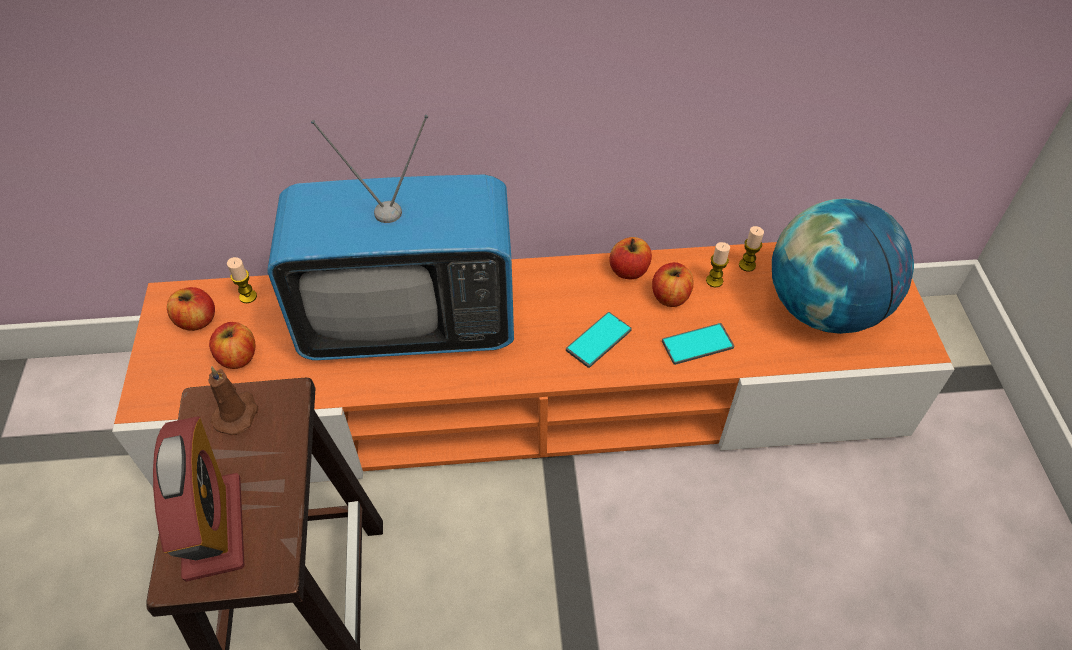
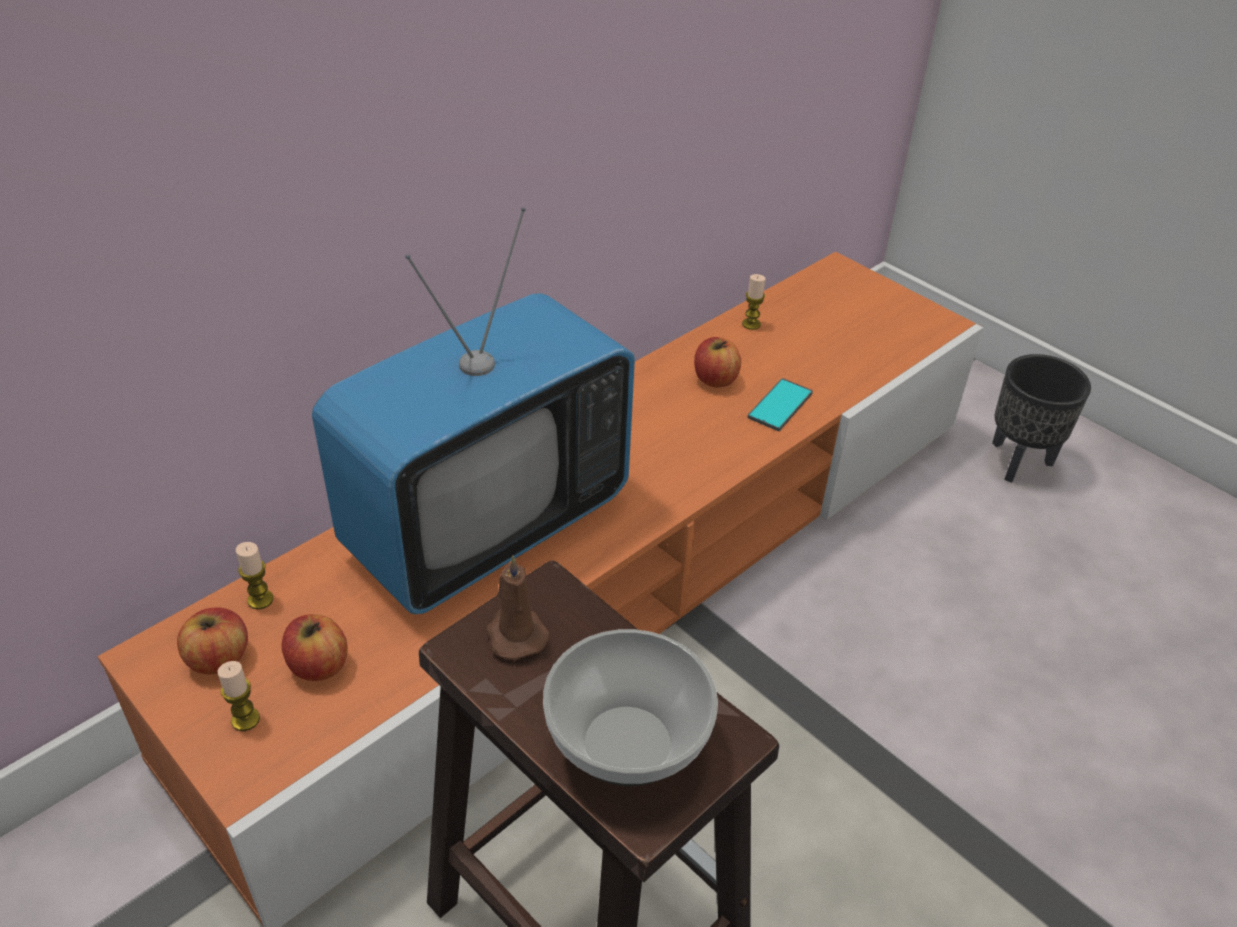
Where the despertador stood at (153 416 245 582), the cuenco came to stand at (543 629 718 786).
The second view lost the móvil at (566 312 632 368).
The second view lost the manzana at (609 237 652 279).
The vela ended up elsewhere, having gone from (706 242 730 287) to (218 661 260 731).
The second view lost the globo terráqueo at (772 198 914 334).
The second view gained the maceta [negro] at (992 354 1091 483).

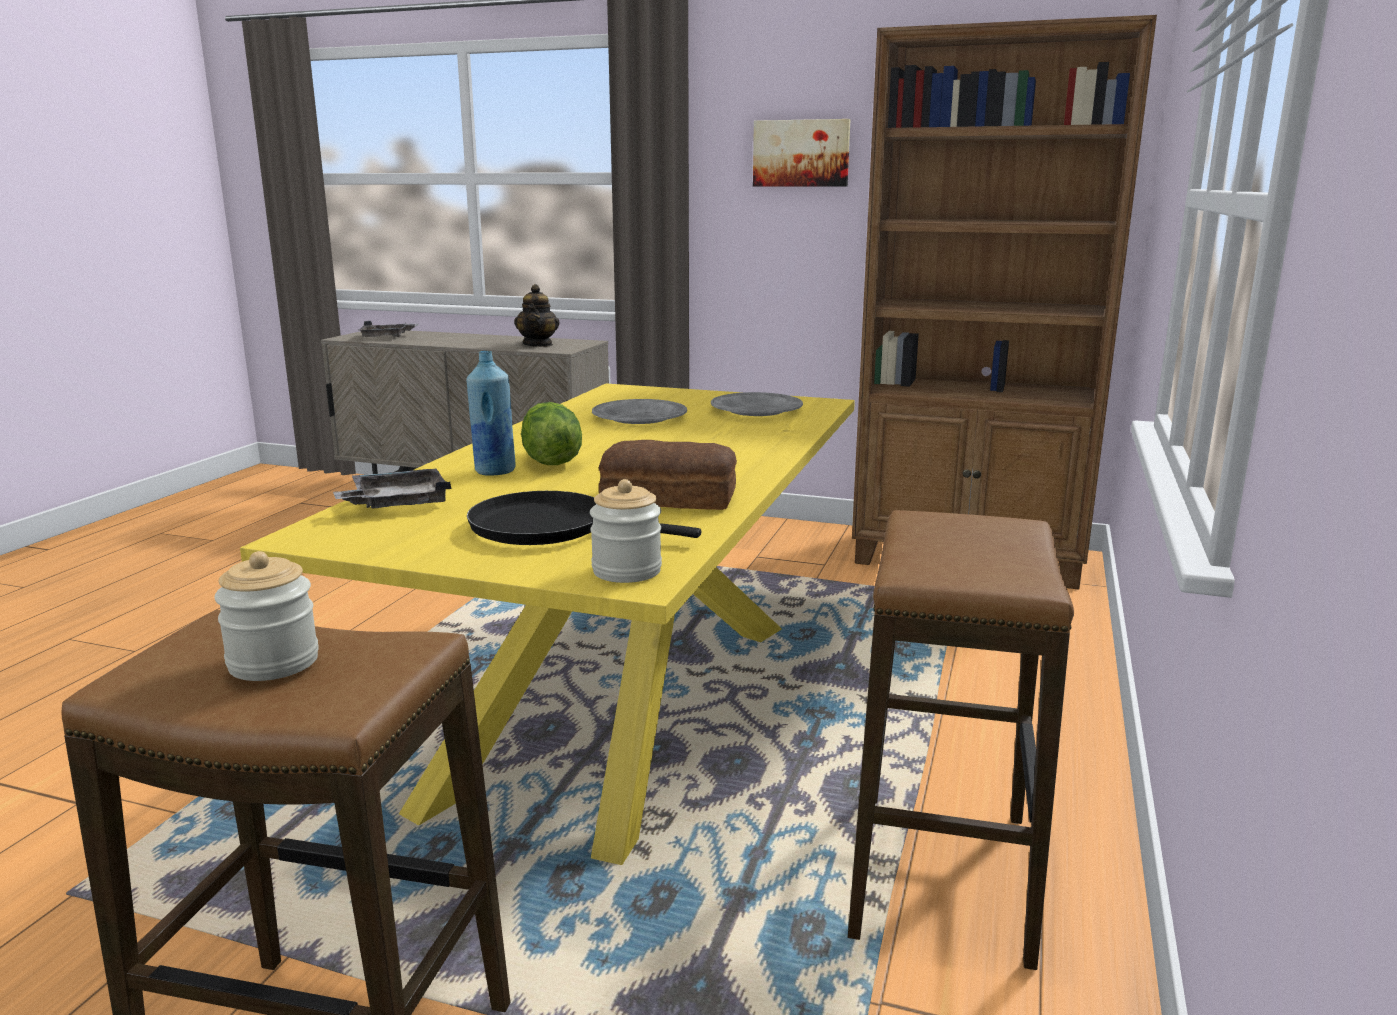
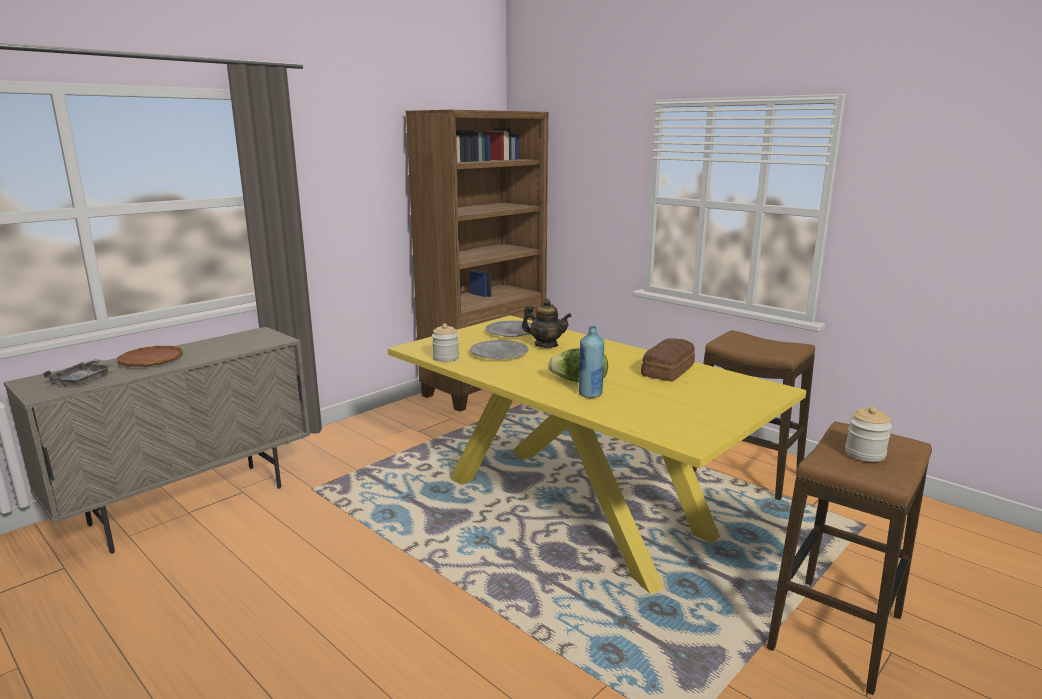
The second view lost the bandeja [gris] at (333 469 451 508).
The second view lost the sartén [negro] at (467 491 701 545).
The tetera ended up elsewhere, having gone from (514 284 559 347) to (522 299 571 348).
The tarro ended up elsewhere, having gone from (590 479 662 583) to (432 324 459 362).
The second view lost the cuadro at (753 119 851 187).
The second view gained the plato [marrón] at (117 346 183 367).

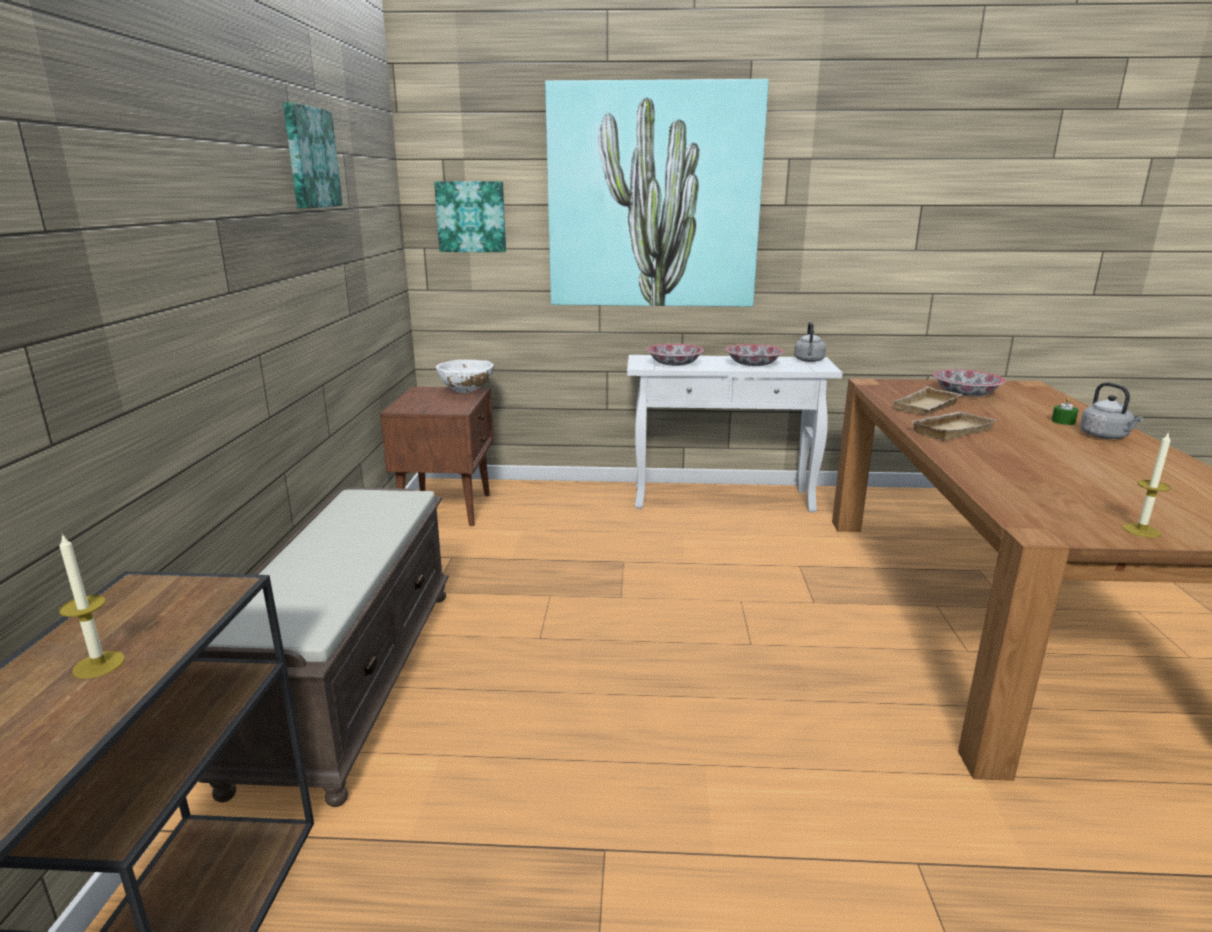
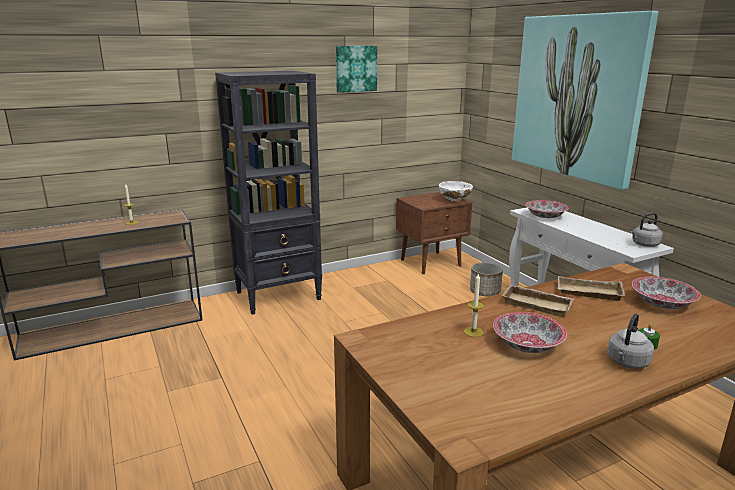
Where the banco [marrón] stood at (196 487 449 807), the estantería [negro] came to stand at (215 71 322 315).
The second view lost the cuadro at (434 181 506 252).
The cuenco ended up elsewhere, having gone from (725 344 784 366) to (493 312 567 353).
The vela ended up elsewhere, having gone from (1123 432 1171 538) to (464 274 485 337).
The second view gained the maceta at (470 262 503 296).

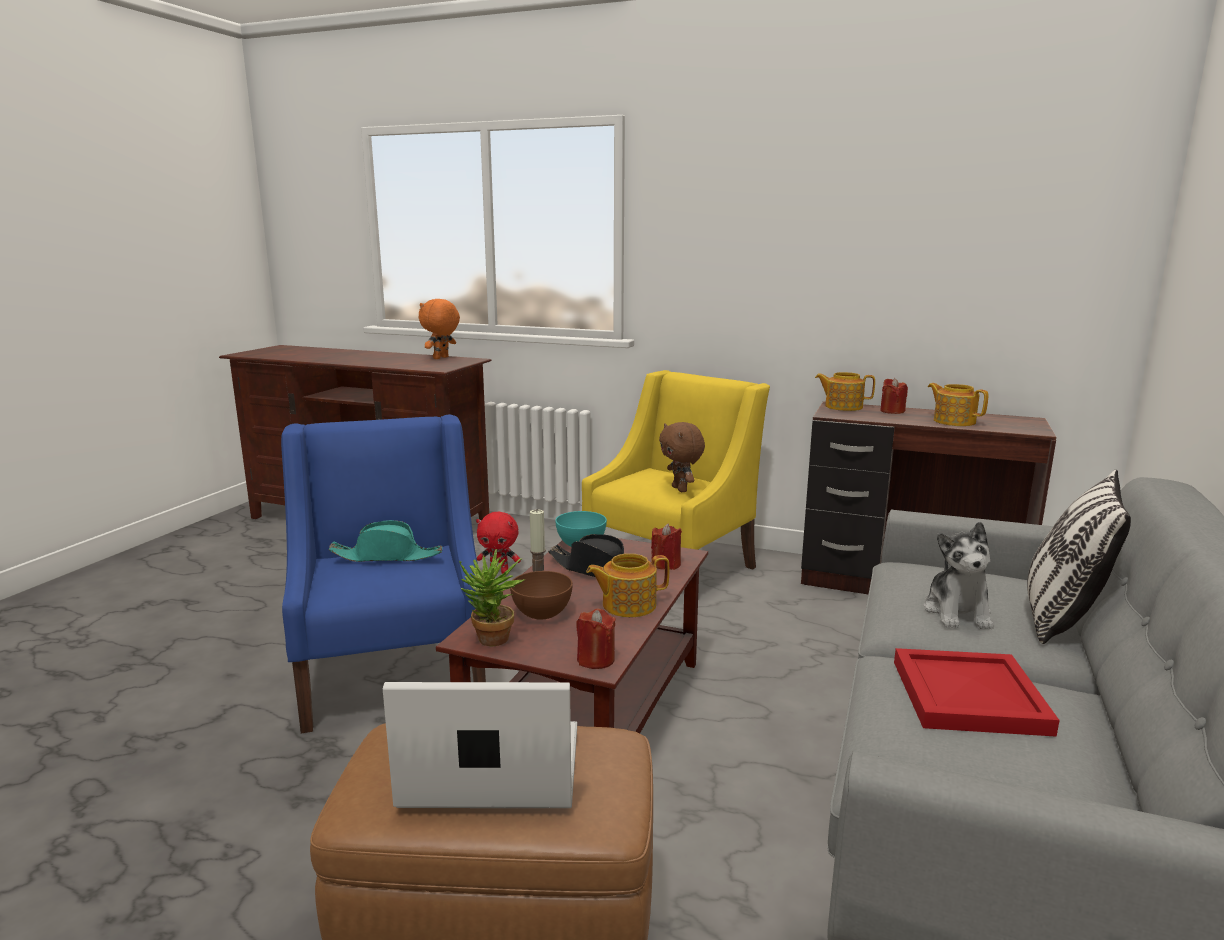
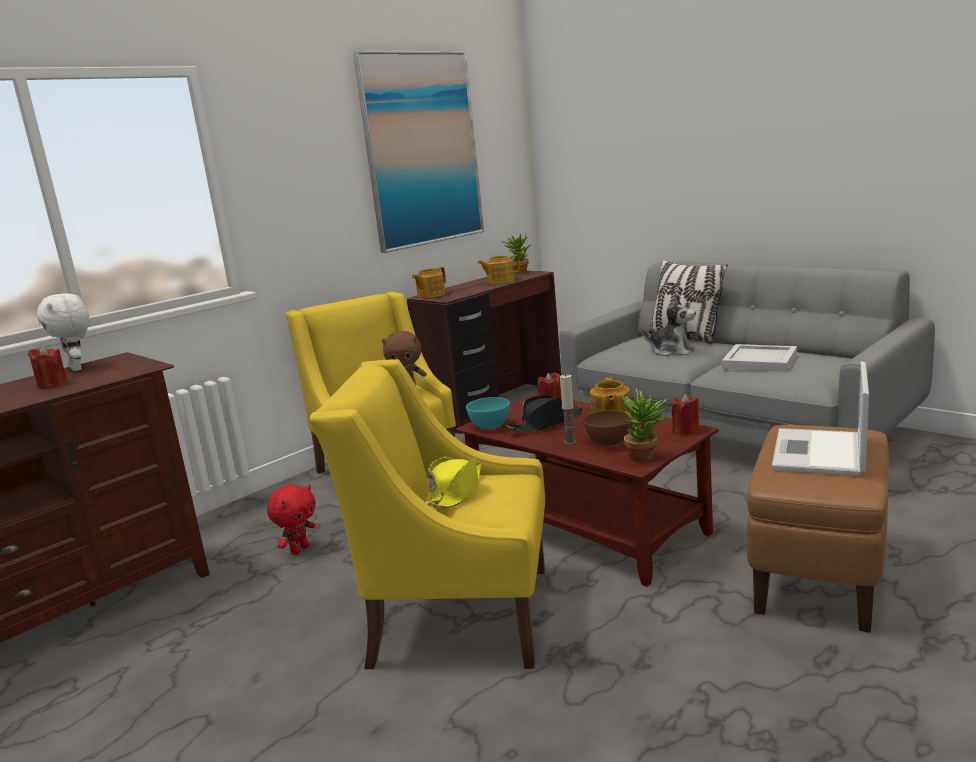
What was the sillón [azul] at (281 414 486 733) turned into the sillón [amarillo] at (309 359 545 669).
What was the sombrero [turquesa] at (328 520 442 562) turned into the sombrero [amarillo] at (426 456 481 508).
What was the peluche [naranja] at (418 299 460 359) turned into the peluche [blanco] at (36 293 89 371).
The vela [rojo] ended up elsewhere, having gone from (880 378 908 414) to (28 346 68 389).
What was the bandeja [rojo] at (894 648 1060 737) turned into the bandeja [blanco] at (722 344 797 372).
The second view gained the cuadro at (353 50 484 253).
The second view gained the planta en maceta at (501 234 531 274).

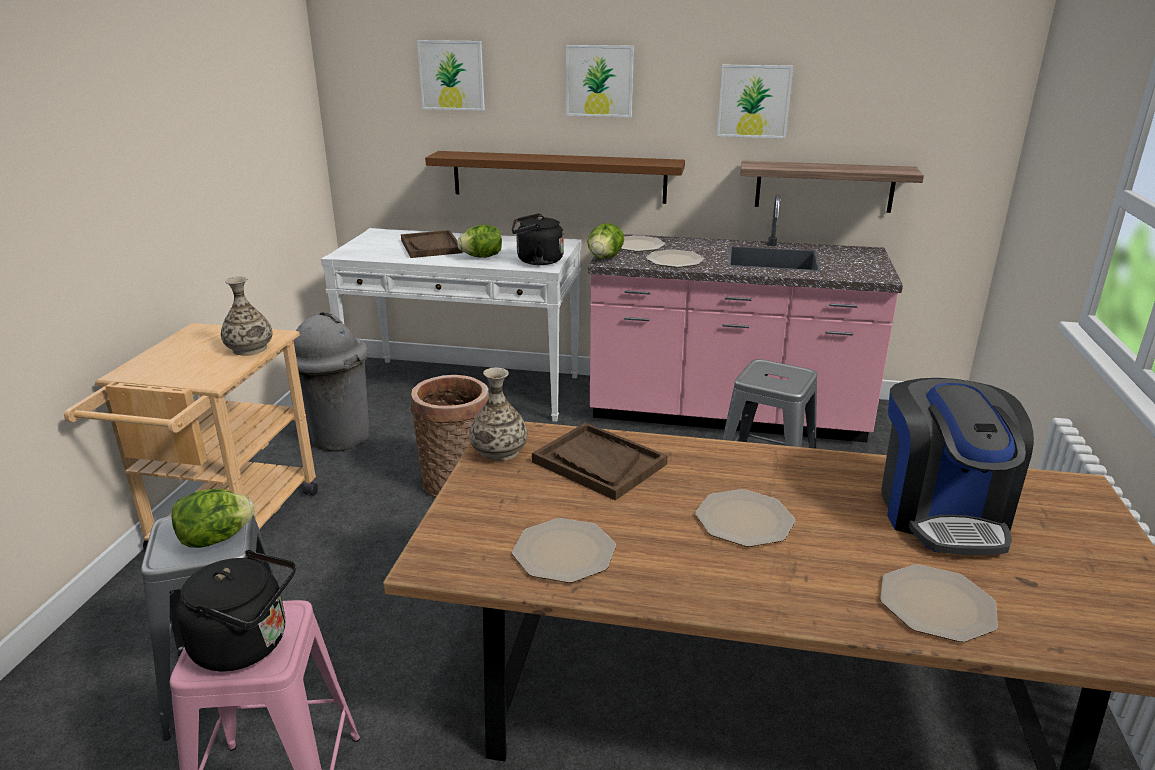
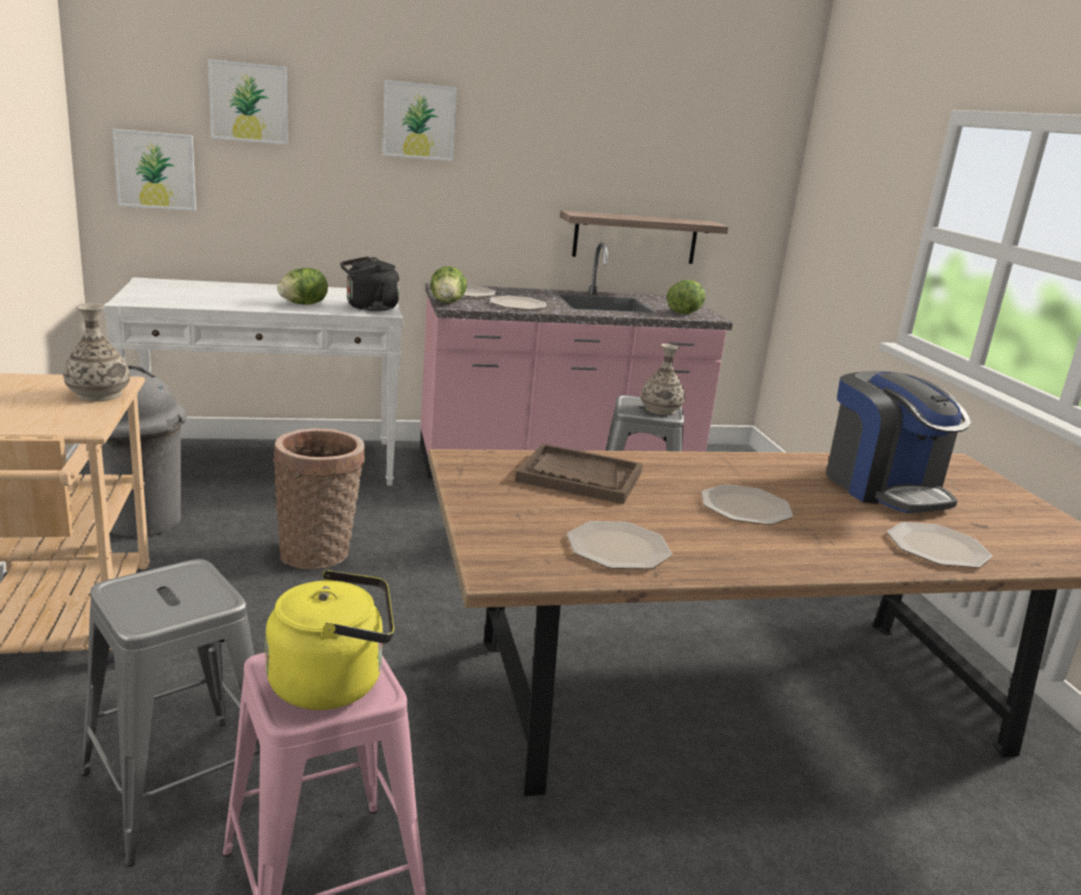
The lechuga ended up elsewhere, having gone from (171 489 255 548) to (667 280 705 314).
What was the hervidor [negro] at (176 550 296 671) turned into the hervidor [amarillo] at (265 570 394 710).
The second view lost the bandeja [marrón] at (401 230 462 258).
The second view lost the estante [marrón] at (425 151 685 204).
The florero ended up elsewhere, having gone from (469 368 528 461) to (641 344 685 415).
The cuadro ended up elsewhere, having gone from (717 65 793 138) to (112 129 196 211).

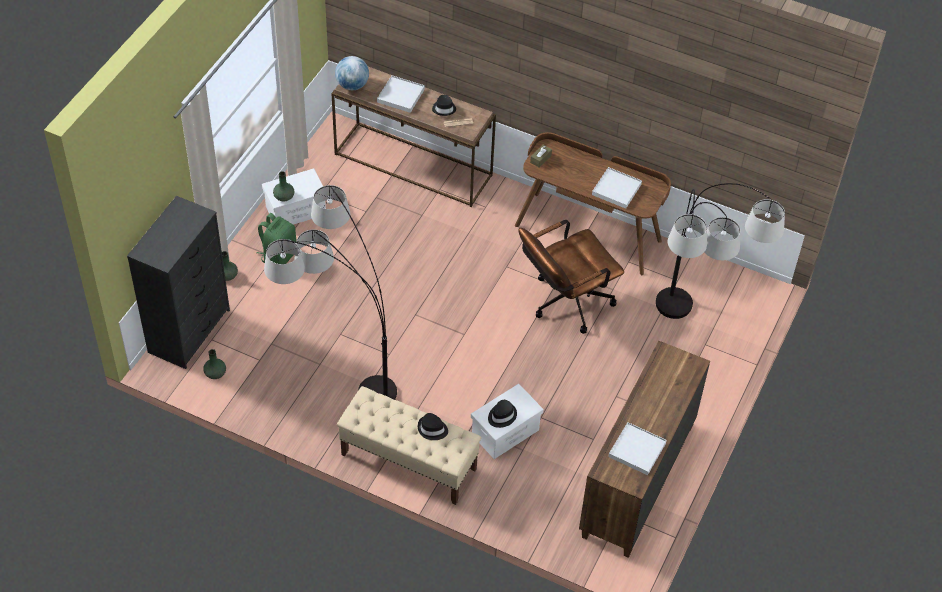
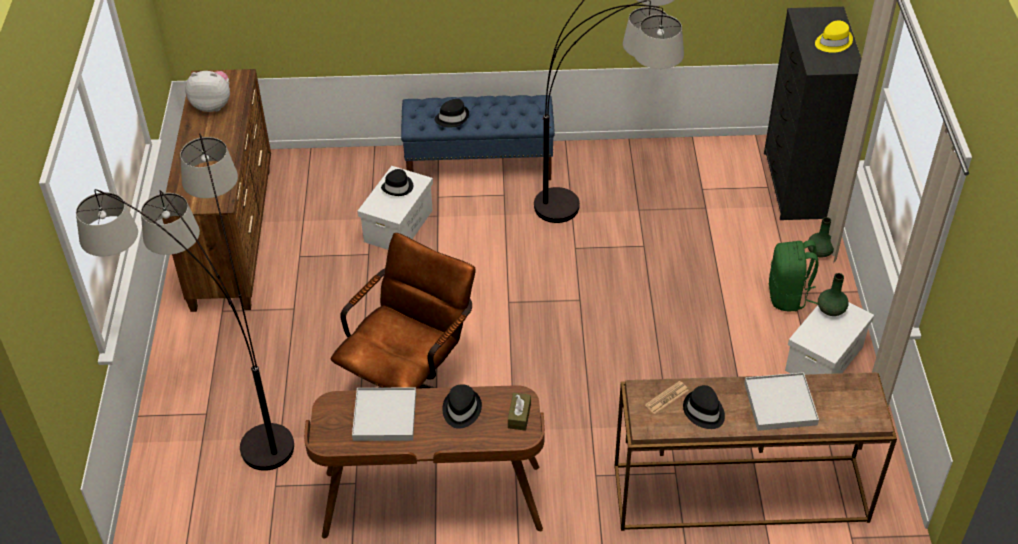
The second view lost the florero [verde] at (203 349 226 379).
The second view lost the globo terráqueo at (335 56 369 90).
What was the banco [beis] at (337 386 481 505) turned into the banco [azul] at (401 95 555 180).
Where the bandeja [blanco] stood at (608 422 667 475), the peluche came to stand at (185 71 230 112).
The second view gained the sombrero [negro] at (442 384 482 429).
The second view gained the sombrero [amarillo] at (815 20 853 53).

